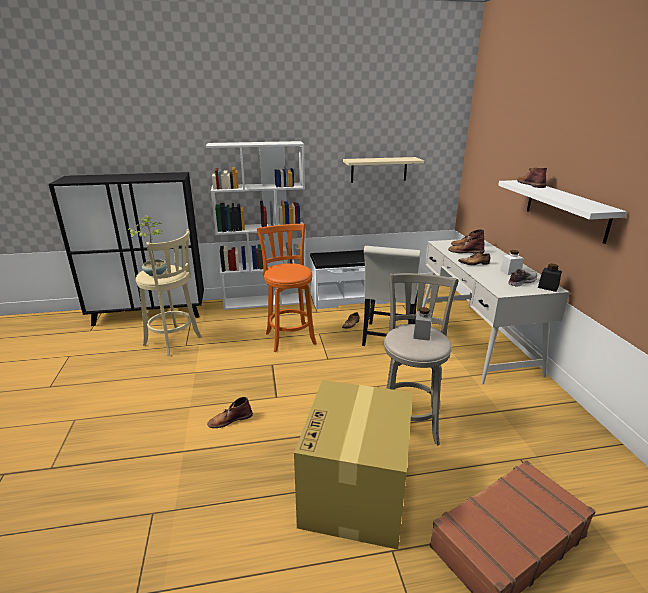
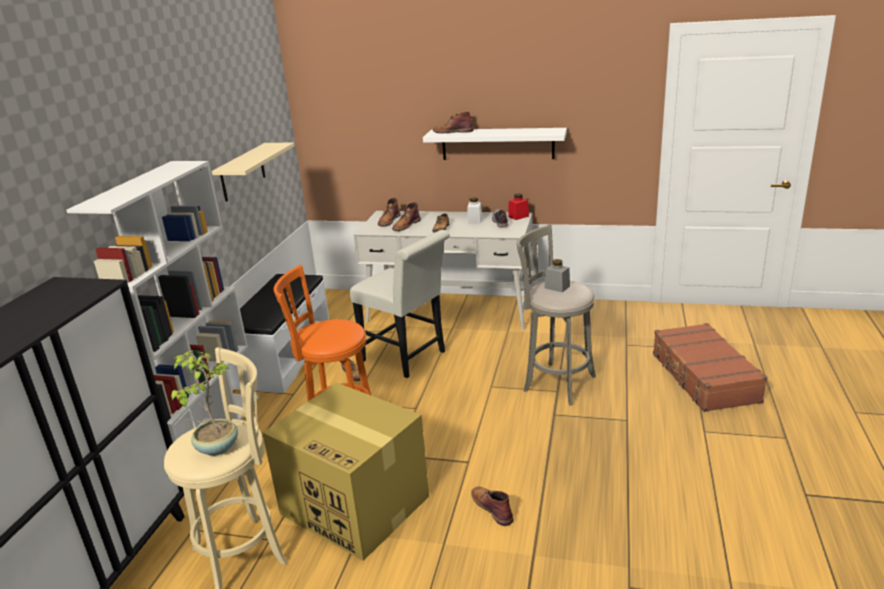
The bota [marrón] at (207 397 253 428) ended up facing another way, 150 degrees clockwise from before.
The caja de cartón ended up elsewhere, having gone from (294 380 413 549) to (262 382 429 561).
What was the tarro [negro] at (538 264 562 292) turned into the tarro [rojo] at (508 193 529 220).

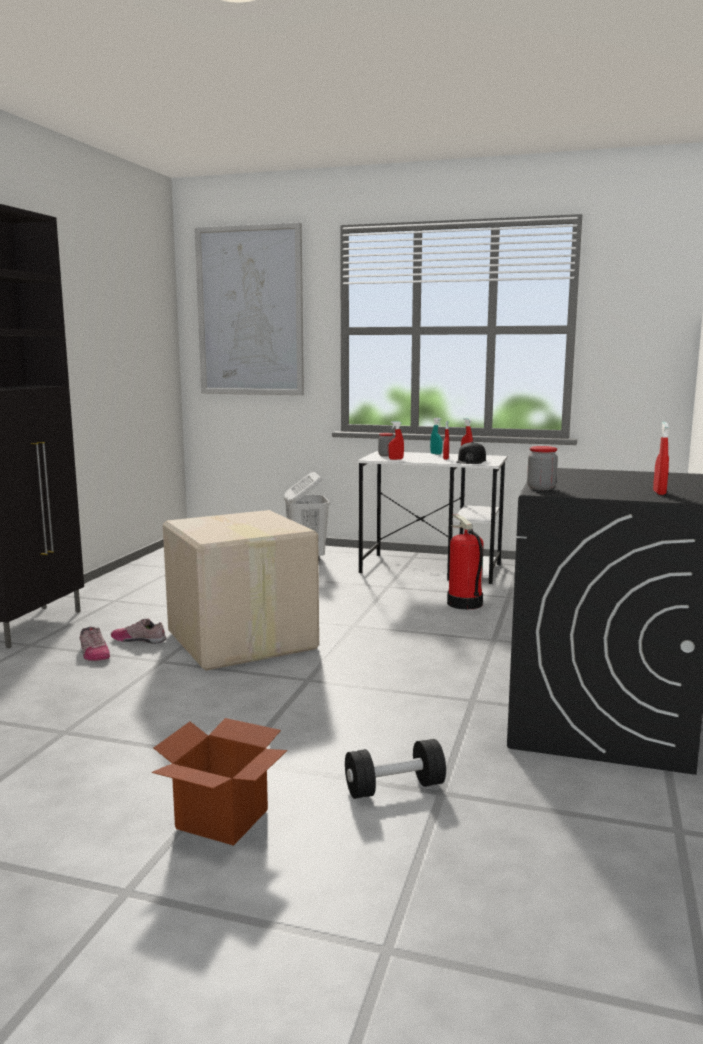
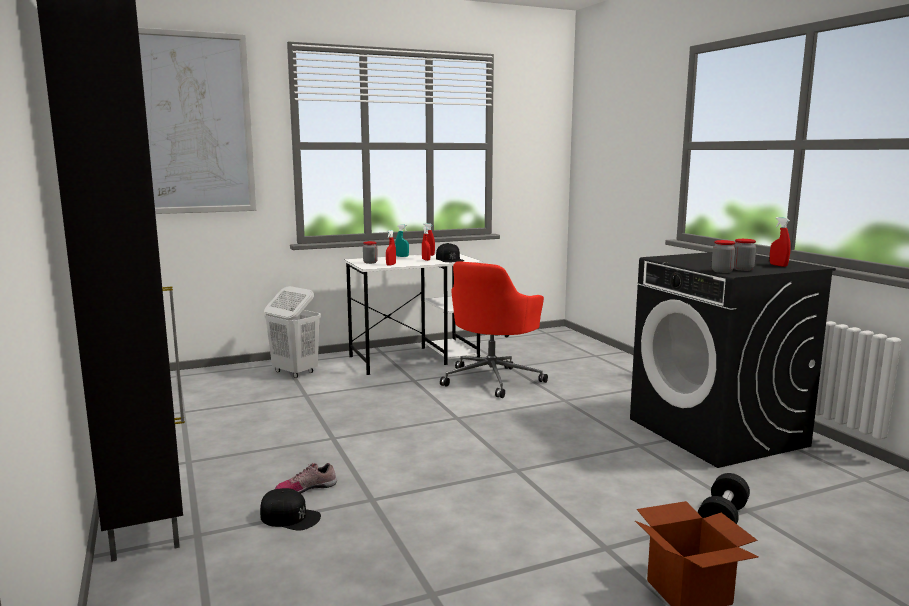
Where the zapato stood at (80 626 110 661), the gorra [negro] came to stand at (260 488 321 531).
The second view lost the caja de cartón at (163 510 319 671).
Where the extintor stood at (447 514 484 609), the silla de oficina [rojo] came to stand at (440 261 548 398).
The second view gained the tarro at (734 239 756 271).

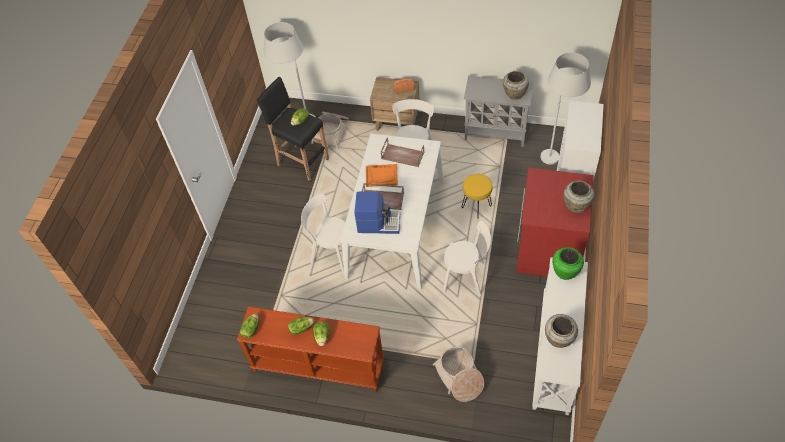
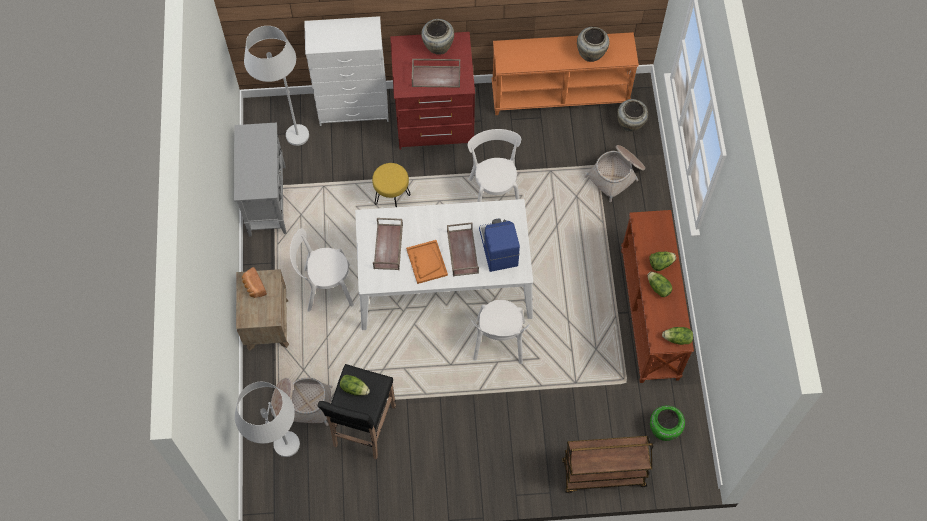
The florero [beis] ended up elsewhere, having gone from (503 71 529 100) to (617 99 648 132).
What was the mesa consola [blanco] at (532 257 588 415) turned into the mesa consola [naranja] at (492 32 639 115).
The florero [verde] ended up elsewhere, having gone from (552 247 584 280) to (650 405 685 441).
The second view gained the bandeja [marrón] at (412 59 461 88).
The second view gained the carrito [marrón] at (562 436 653 493).

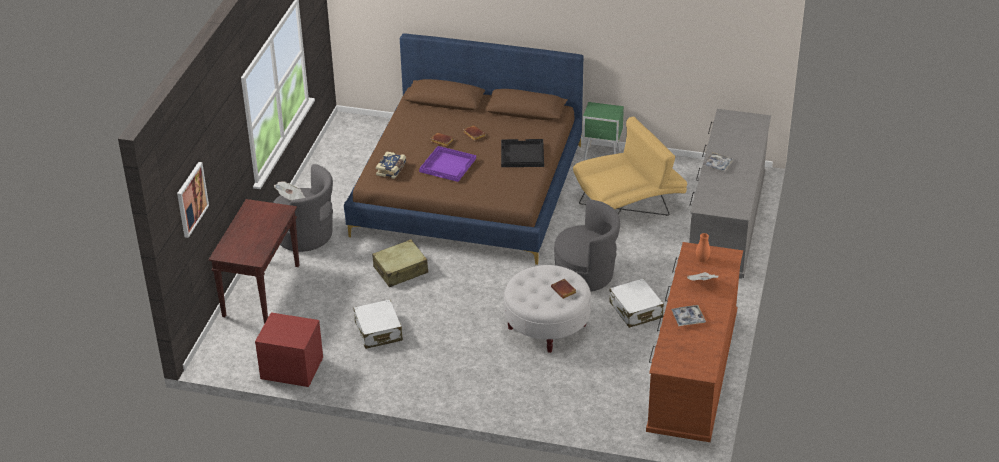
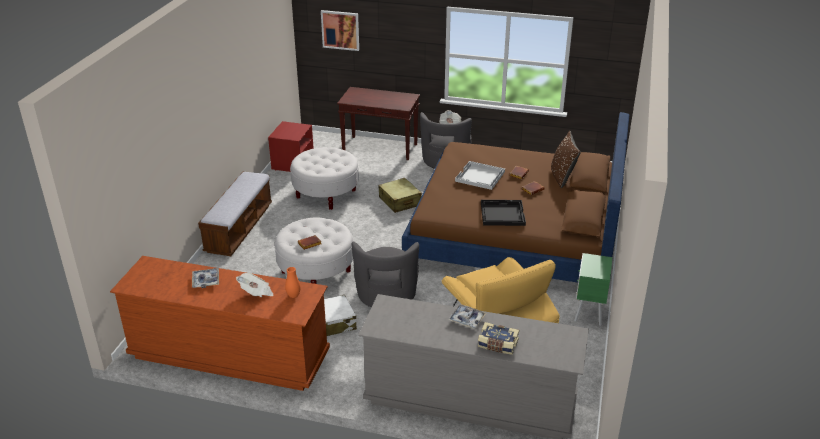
Where the maleta [blanco] stood at (354 299 403 349), the puf [blanco] came to stand at (290 147 359 210).
The libro ended up elsewhere, having gone from (376 151 406 179) to (478 322 519 355).
What was the bandeja [morado] at (419 146 476 182) turned into the bandeja [blanco] at (455 161 505 190).
The second view gained the banco at (198 172 272 256).
The second view gained the cojín [marrón] at (551 131 581 188).

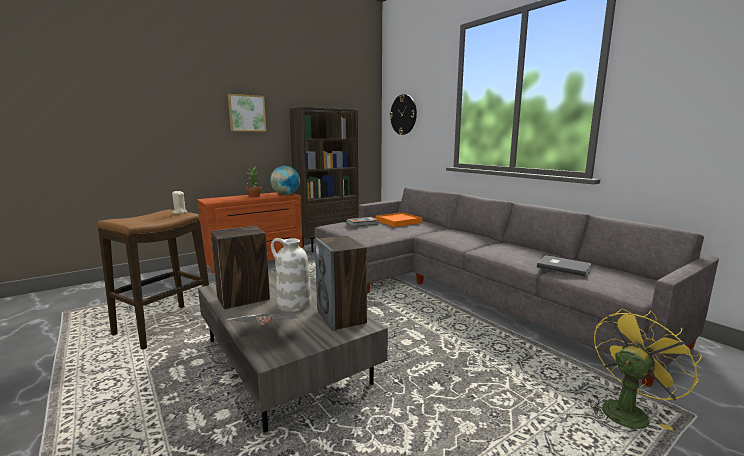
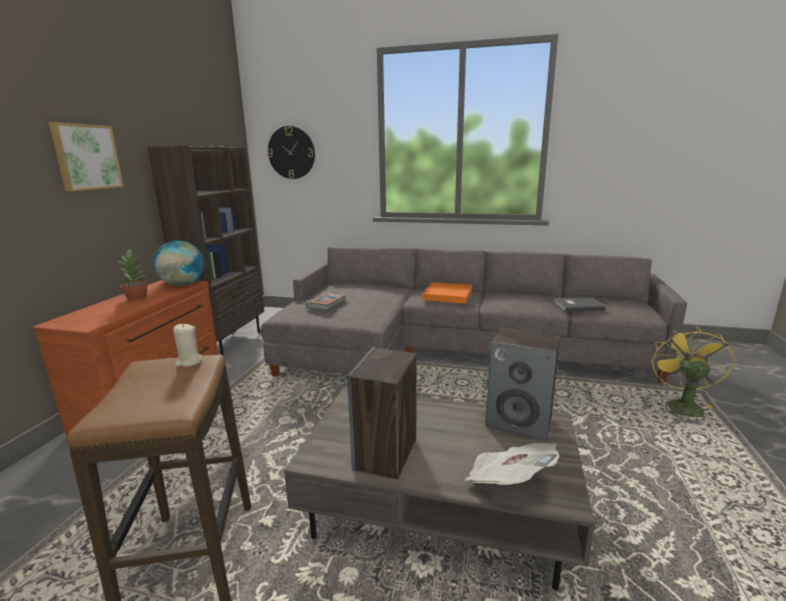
The second view lost the florero [blanco] at (271 238 311 312).
The bandeja [naranja] ended up elsewhere, having gone from (375 212 422 227) to (422 282 472 304).

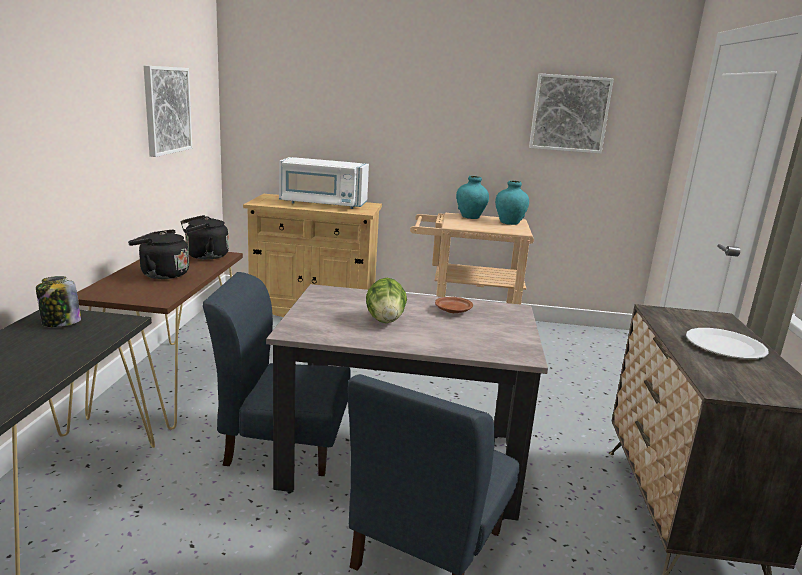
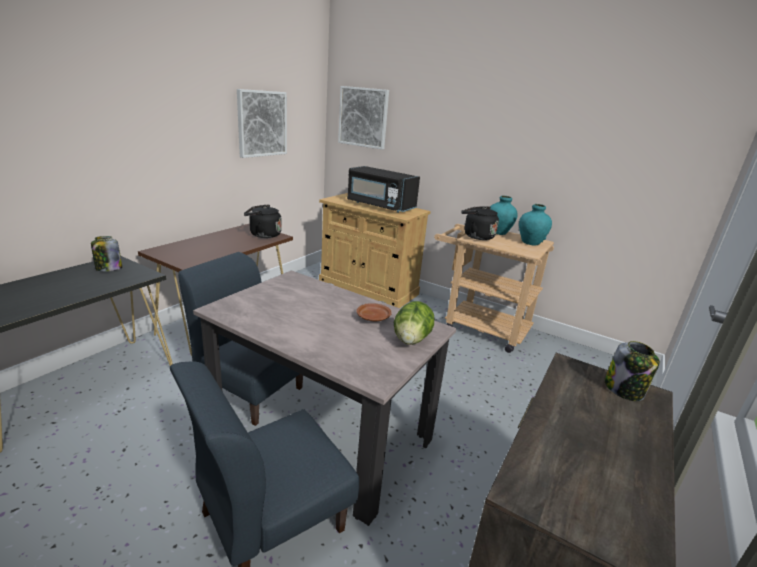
The hervidor [negro] ended up elsewhere, having gone from (128 229 189 279) to (461 206 499 240).
What was the microondas [blanco] at (279 157 369 209) turned into the microondas [negro] at (347 166 420 213).
The lechuga ended up elsewhere, having gone from (366 278 407 323) to (394 301 435 345).
The cuadro ended up elsewhere, having gone from (529 73 614 154) to (338 86 389 150).
The second view lost the plato [blanco] at (686 328 769 359).
The second view gained the tarro at (605 341 660 401).

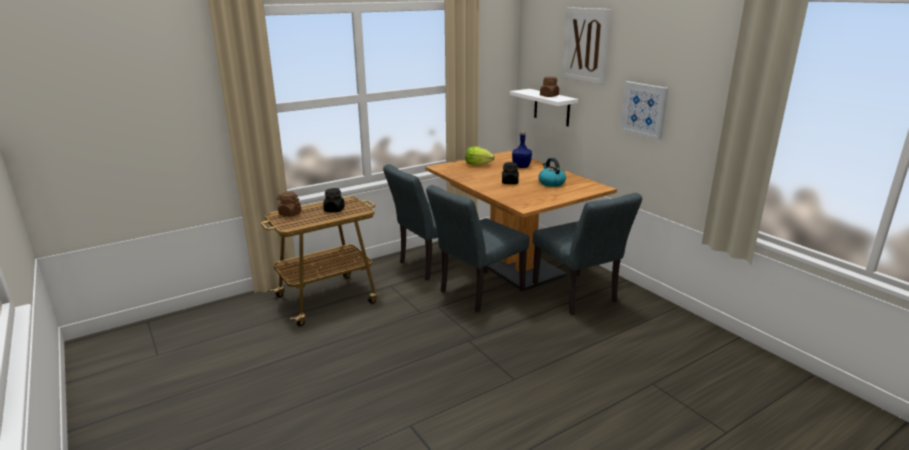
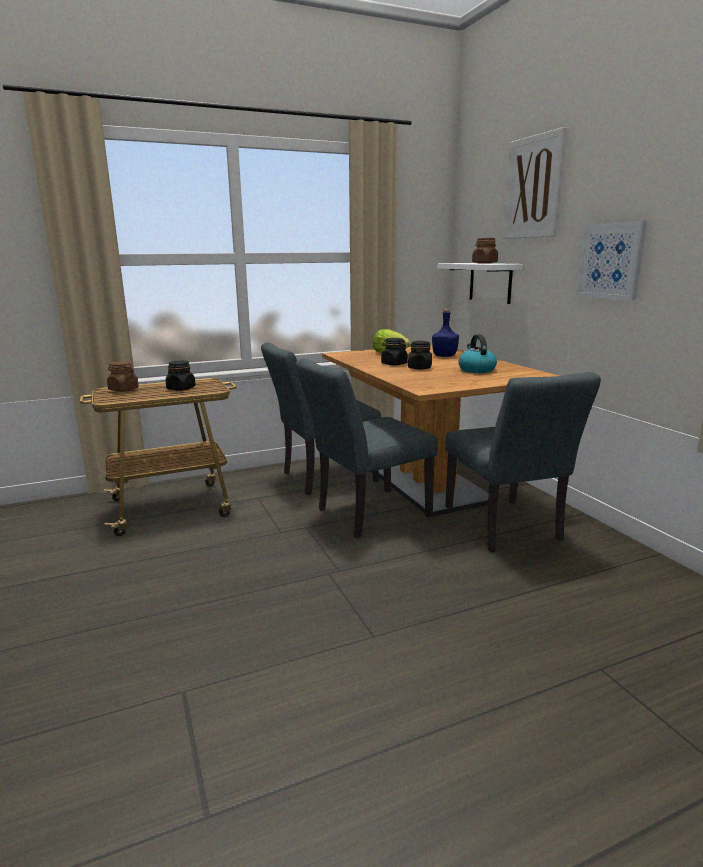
The second view gained the tarro [negro] at (381 338 408 365).

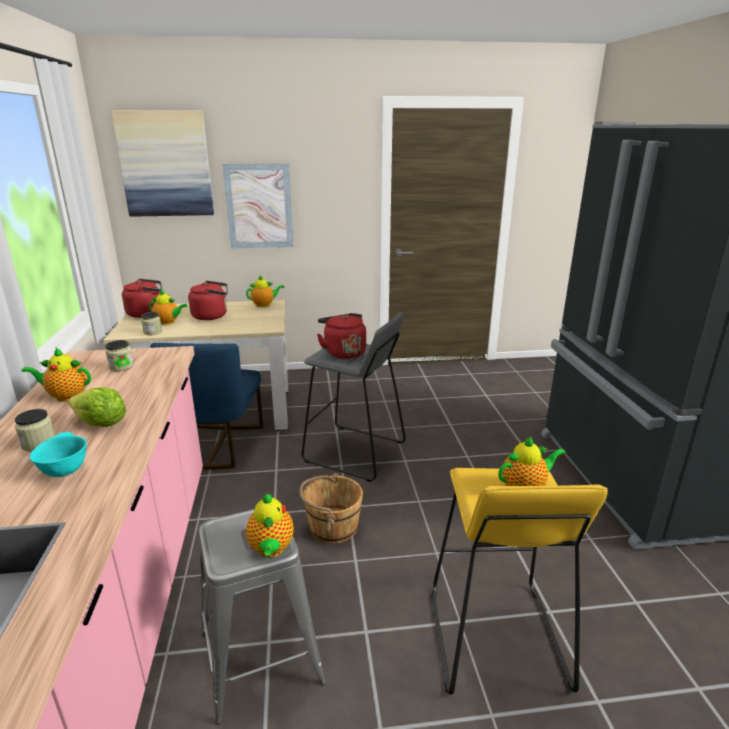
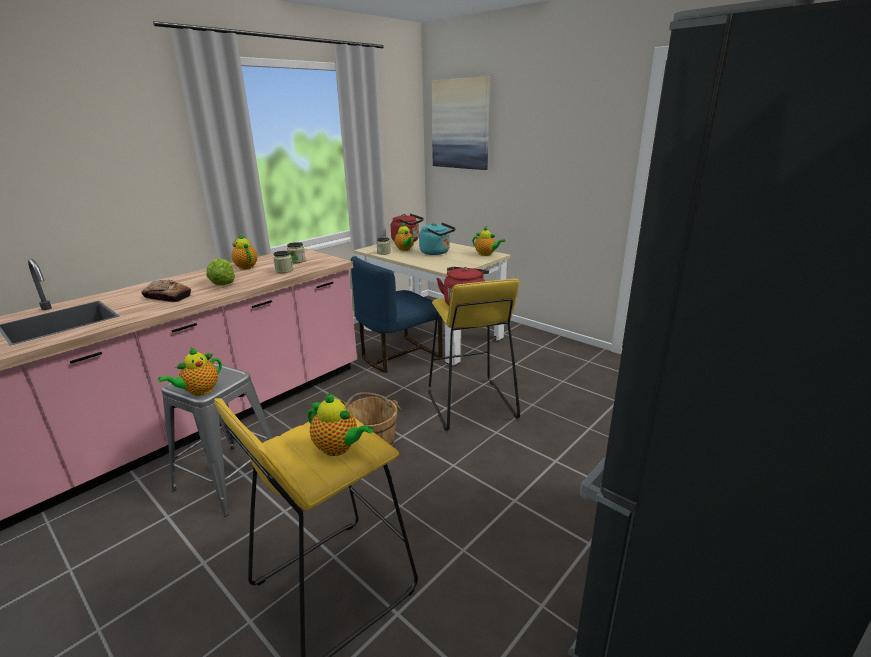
The tarro ended up elsewhere, having gone from (15 409 55 452) to (273 251 293 273).
Where the cuenco [turquesa] stood at (30 432 87 477), the pan came to stand at (141 280 191 302).
What was the hervidor [rojo] at (188 281 228 320) turned into the hervidor [turquesa] at (419 223 456 255).
The second view lost the cuadro at (223 163 294 248).
What was the taburete [gris] at (301 312 406 482) turned into the taburete [amarillo] at (428 279 520 430).

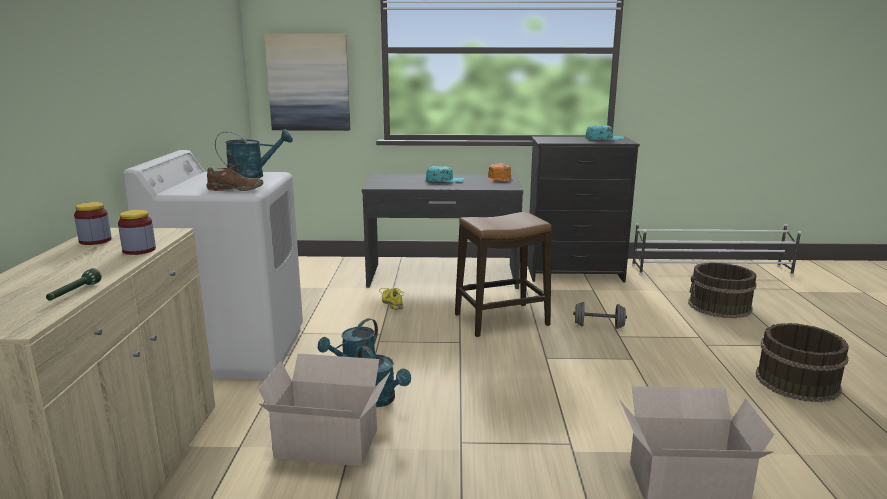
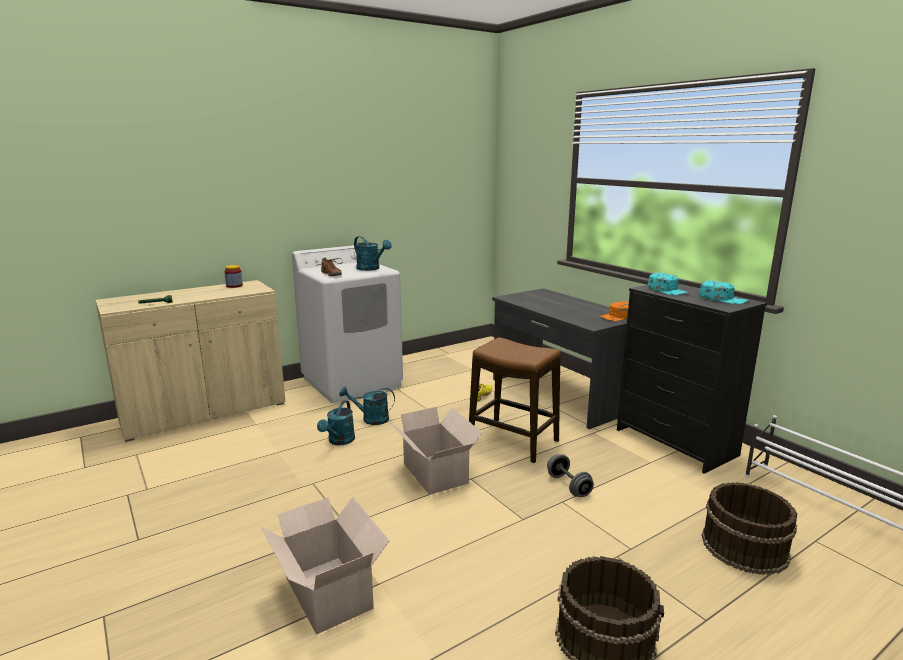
The second view lost the tarro at (118 210 156 255).
The caja de cartón ended up elsewhere, having gone from (258 354 390 466) to (390 407 482 495).
The second view lost the cuadro at (264 34 350 131).
The gorra [turquesa] ended up elsewhere, having gone from (426 166 464 183) to (648 272 689 295).

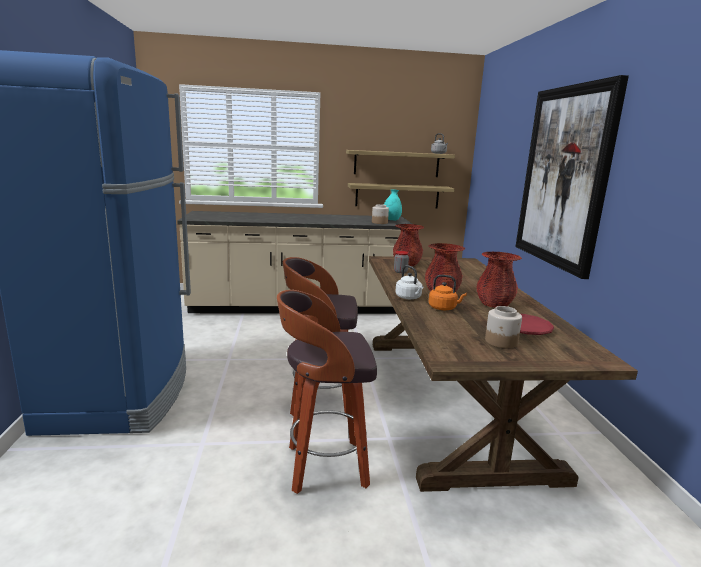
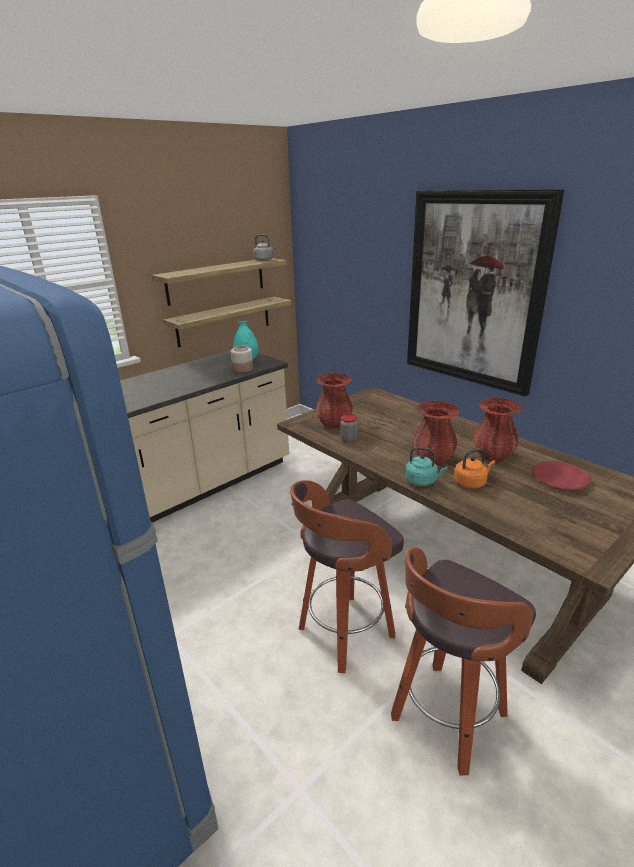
What was the hervidor [blanco] at (395 265 424 299) turned into the hervidor [turquesa] at (405 447 447 486).
The second view lost the tarro at (485 306 522 348).

